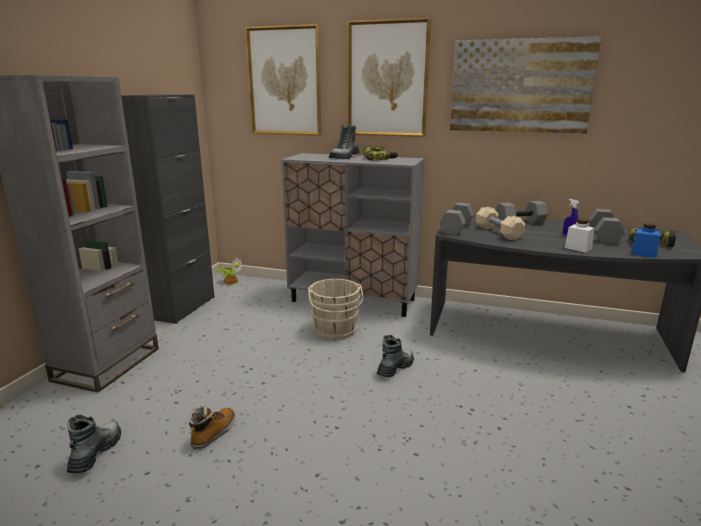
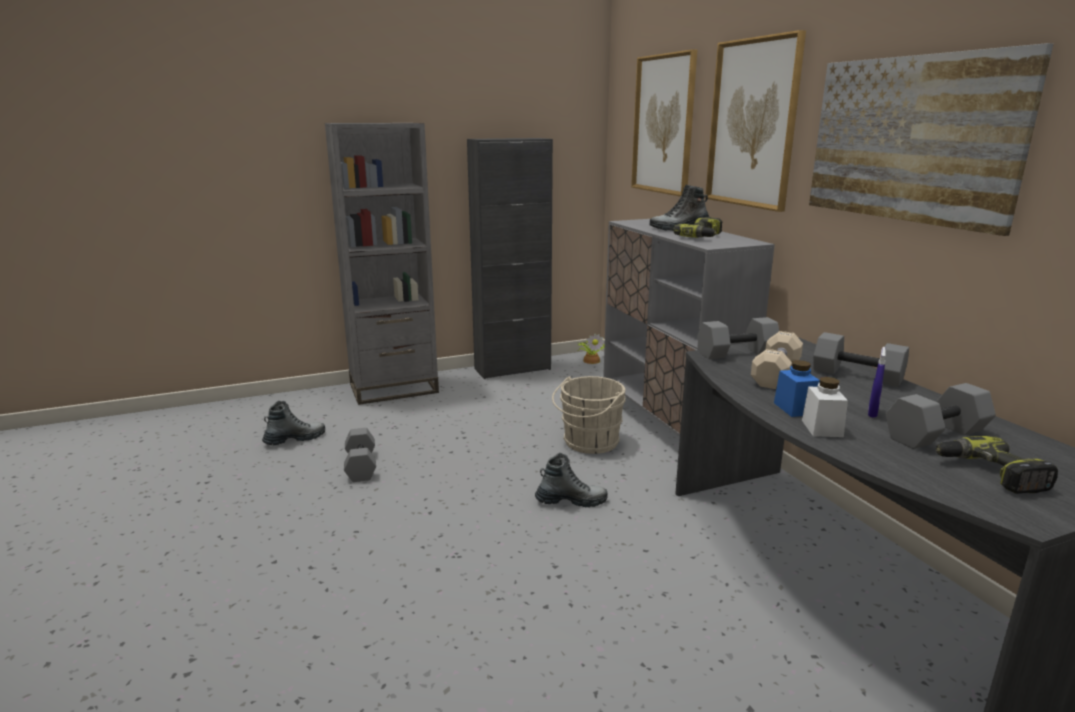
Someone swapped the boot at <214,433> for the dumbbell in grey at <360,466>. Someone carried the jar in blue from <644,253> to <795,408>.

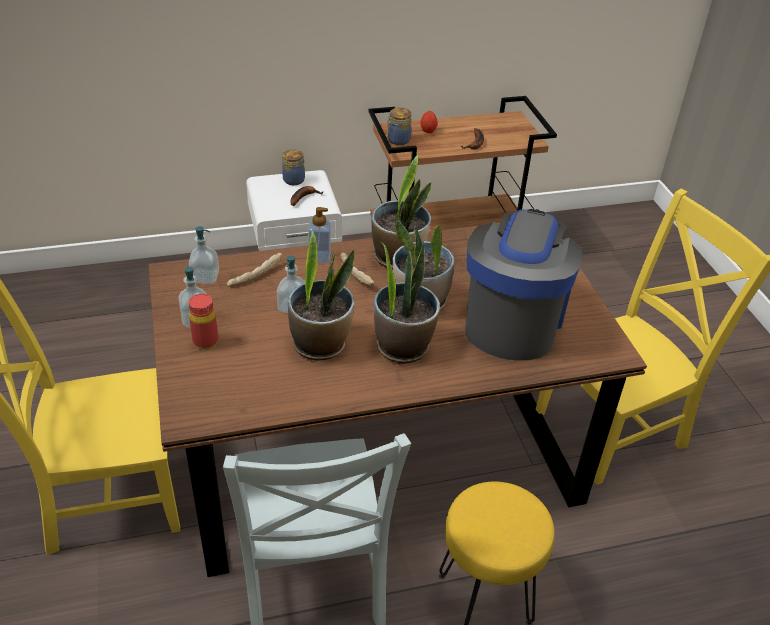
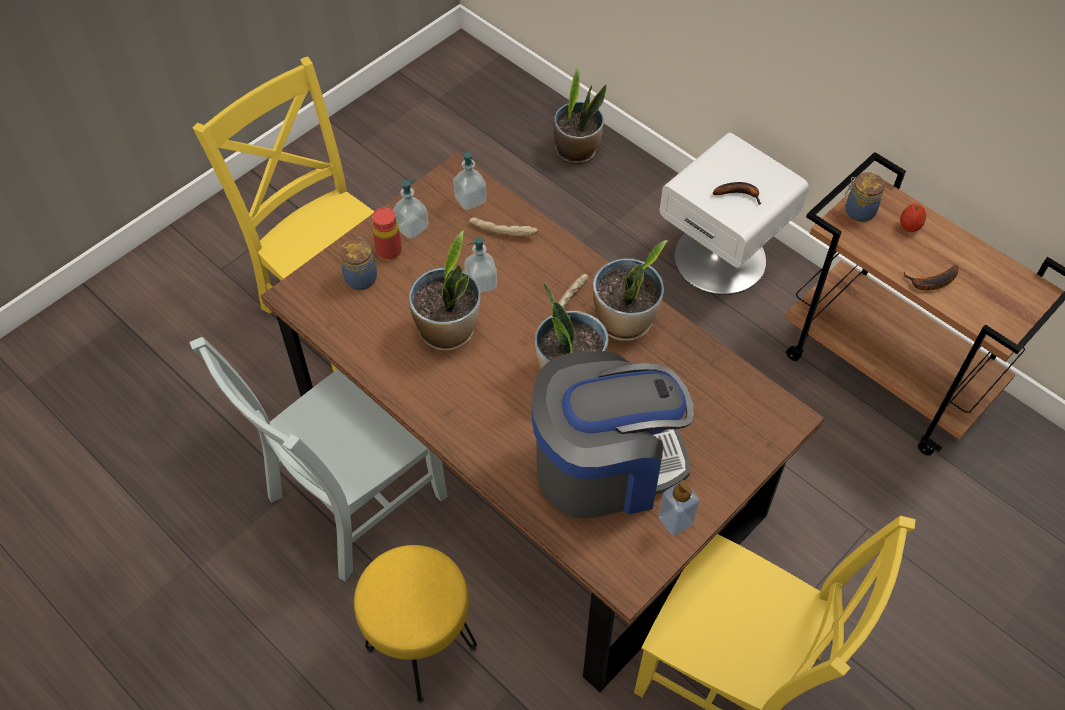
Someone carried the jar from <293,180> to <361,277>. Someone carried the soap dispenser from <319,257> to <675,520>. Someone carried the potted plant from <402,346> to <577,151>.

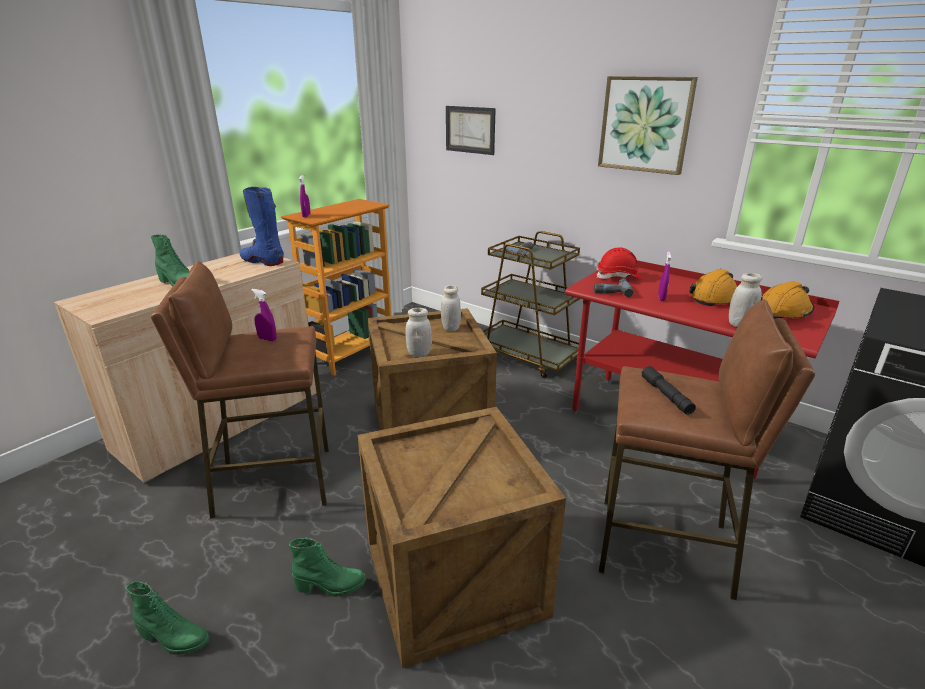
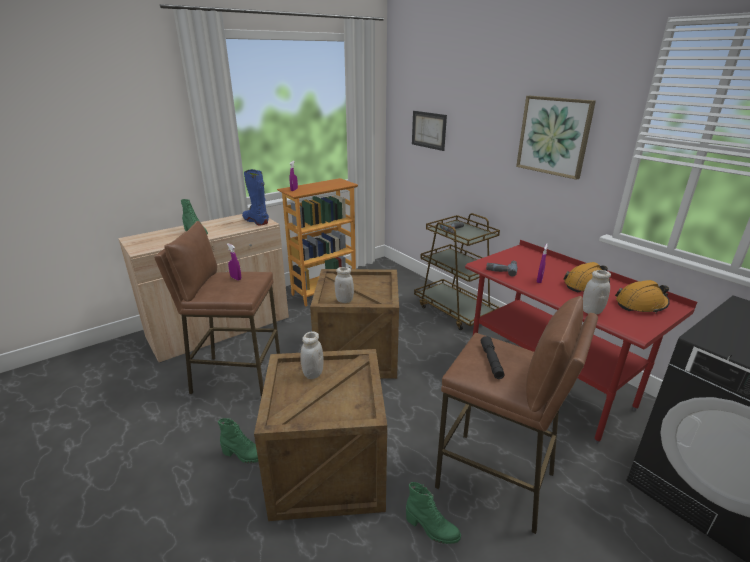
Someone carried the boot in green from <173,639> to <431,529>. Someone carried the jar in white from <451,328> to <313,374>. Someone took away the hard hat in red at <619,277>.

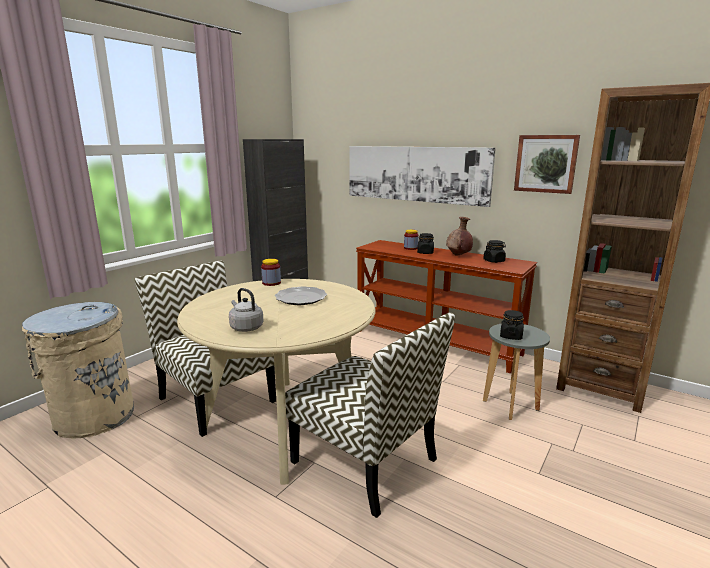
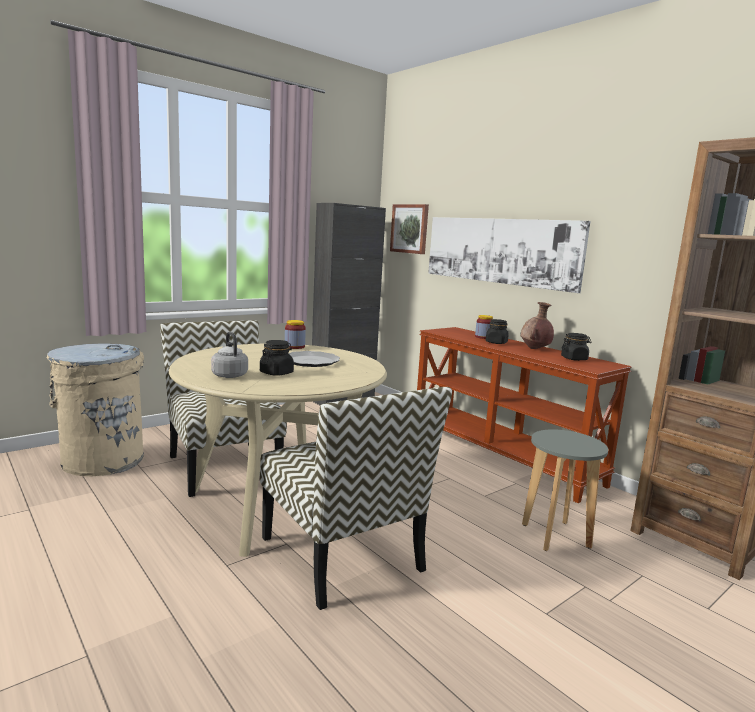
Someone carried the jar in black from <511,336> to <276,373>. Someone carried the picture from <546,163> to <410,228>.

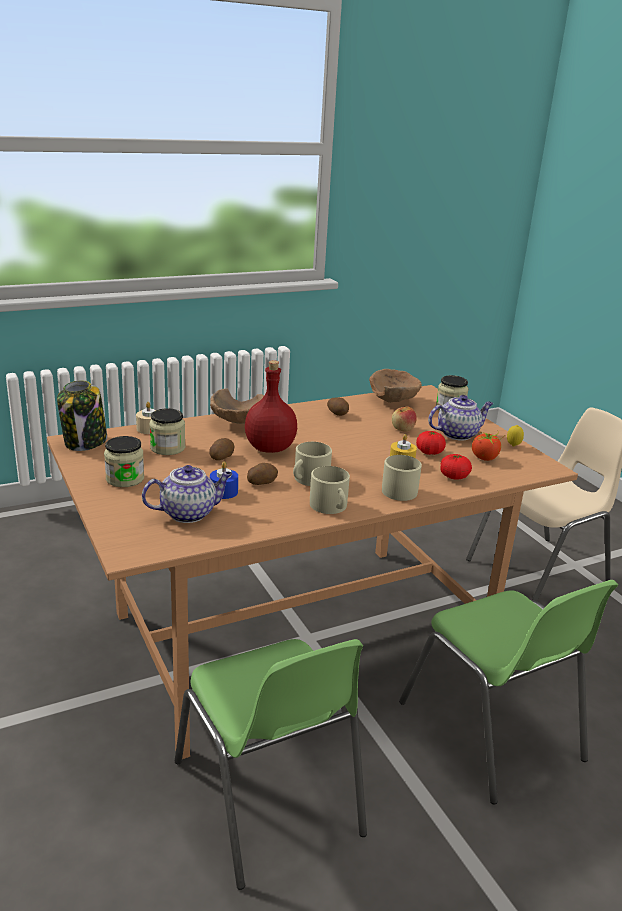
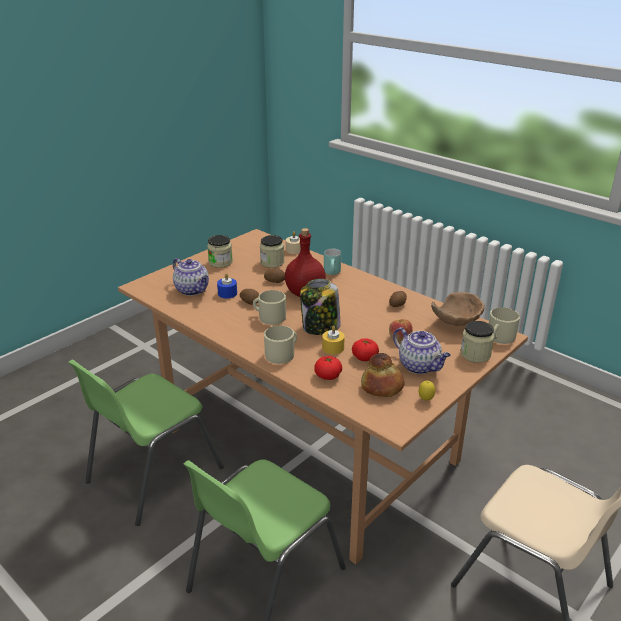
Someone carried the jar from <85,442> to <320,327>. Someone swapped the bowl in brown at <238,424> for the mug in turquoise at <333,273>. Someone carried the mug in beige from <330,507> to <499,337>. Someone swapped the tomato at <484,458> for the bread at <381,387>.

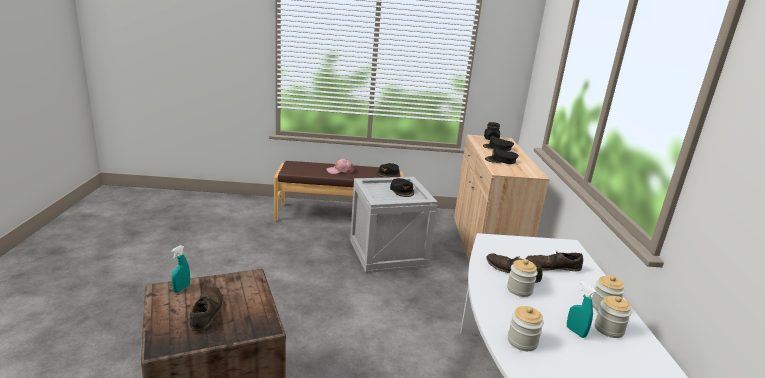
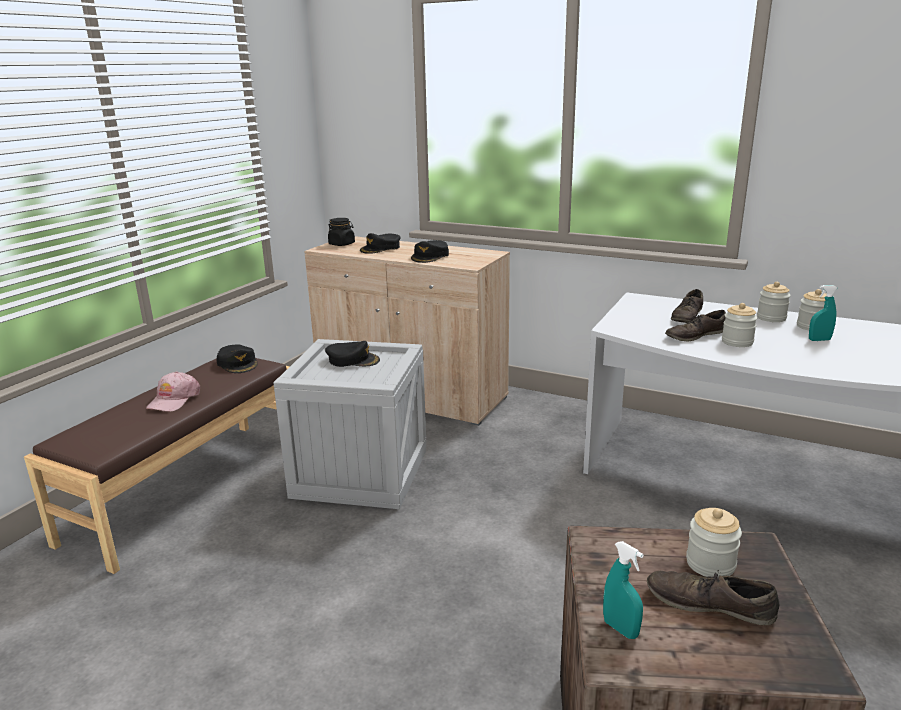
Someone carried the jar from <522,341> to <710,564>.

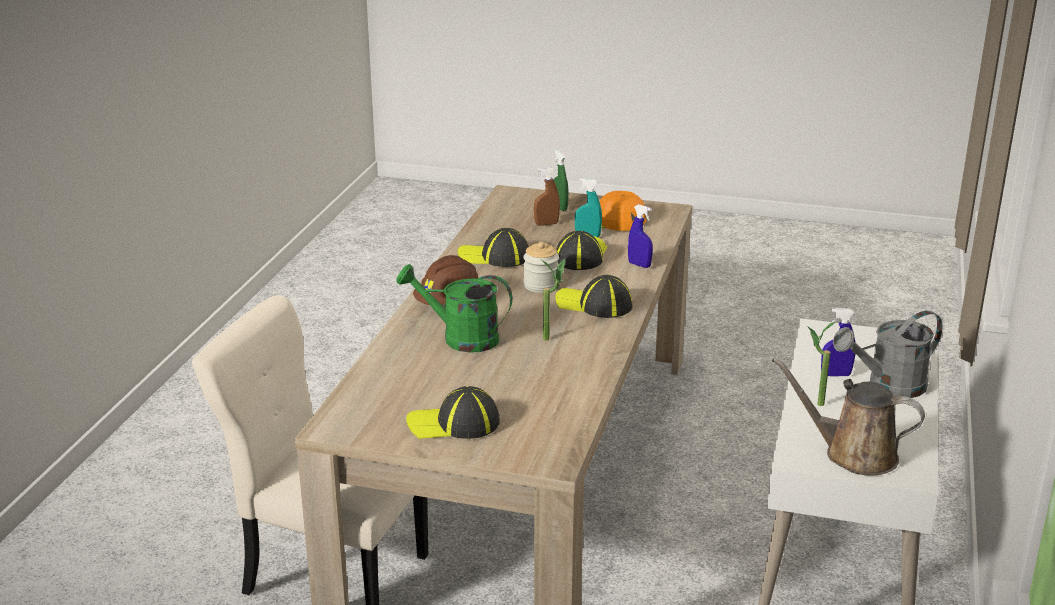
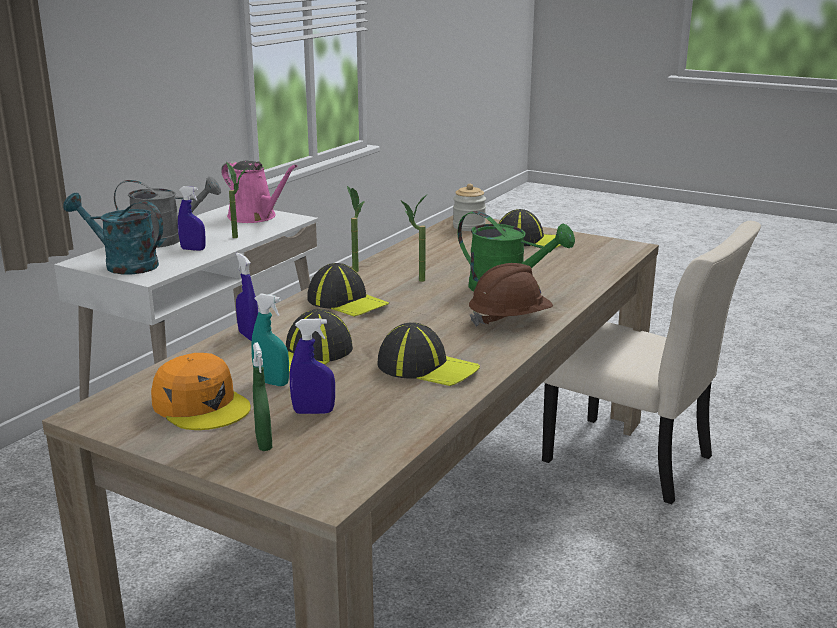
Someone carried the jar from <541,285> to <469,227>. Someone repainted the spray bottle in brown at <546,224>, which became the spray bottle in blue at <313,412>. Someone repainted the watering can in brown at <853,454>, which became the watering can in pink at <255,217>. Someone put down the watering can in turquoise at <123,265>. Someone put down the potted plant at <355,269>.

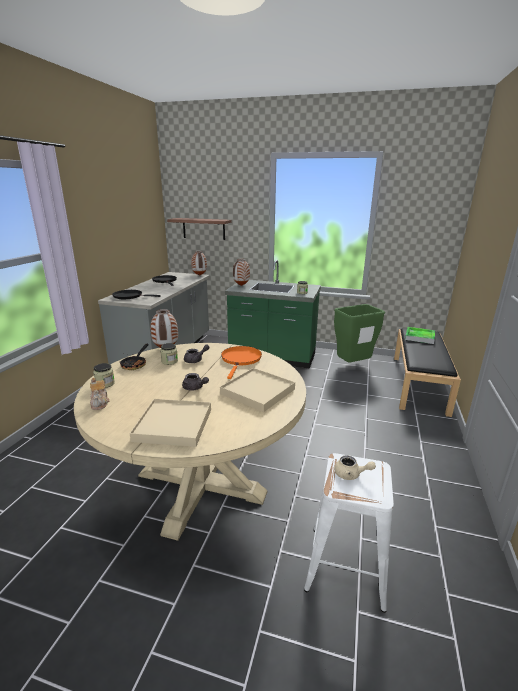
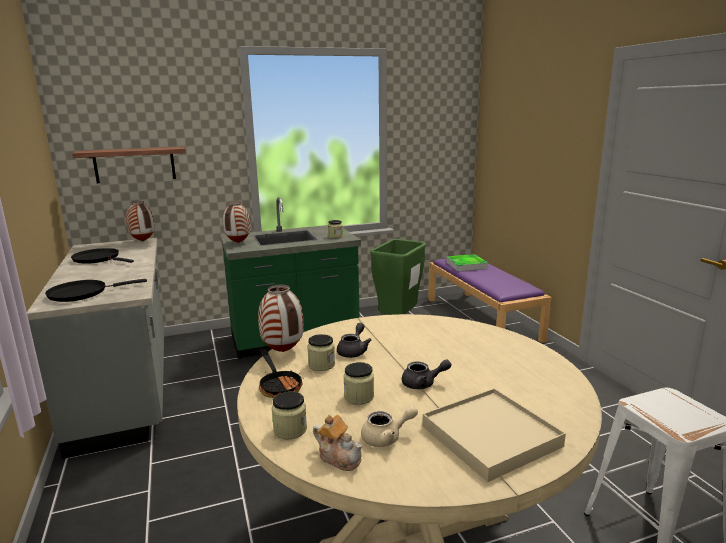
Someone took away the tray in beige at <258,392>. Someone took away the frying pan in orange at <241,360>. Someone carried the teapot in beige from <351,474> to <387,437>. Someone repainted the bench in black at <419,383>, which became the bench in purple at <482,319>. Someone put down the jar at <359,397>.

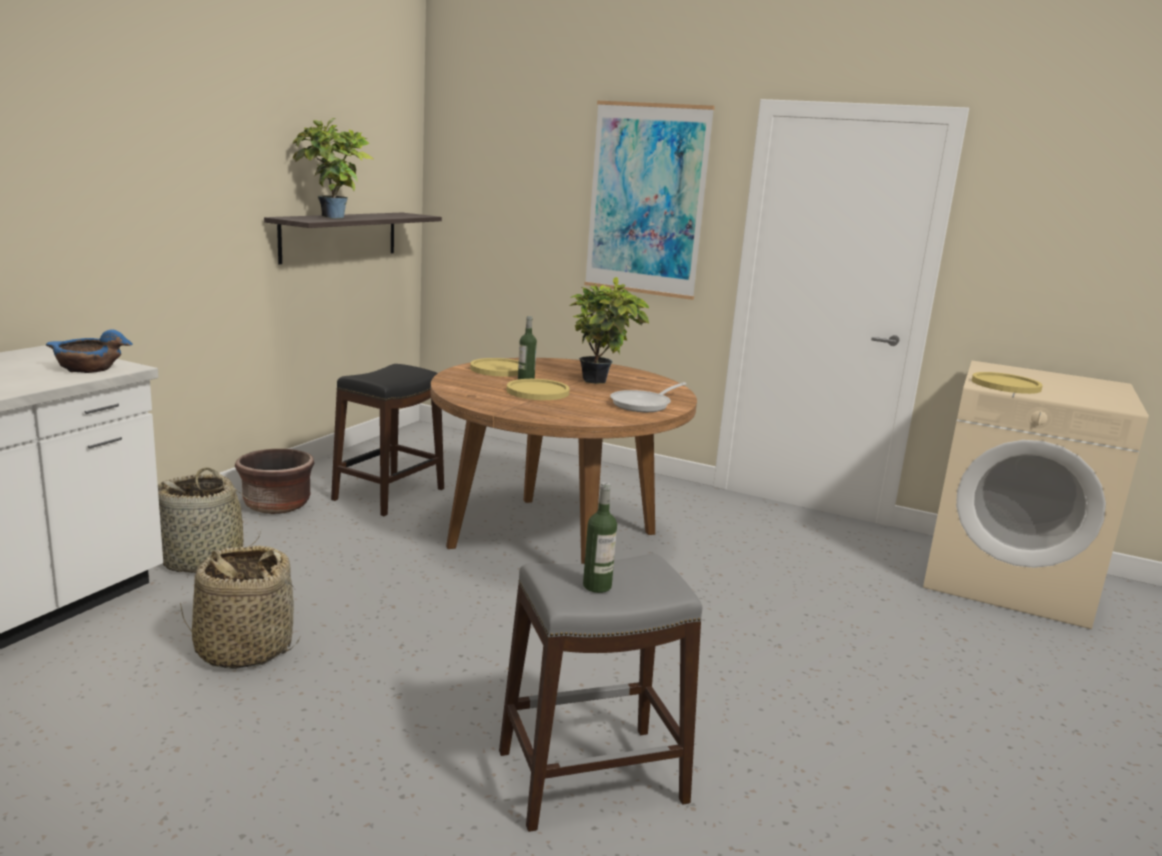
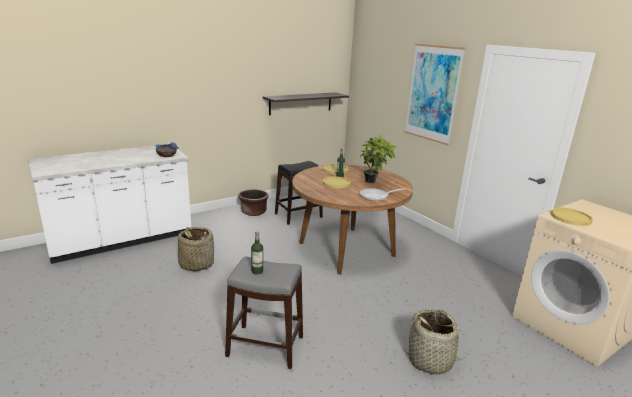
Someone carried the basket from <203,559> to <430,360>. Someone took away the potted plant at <332,218>.

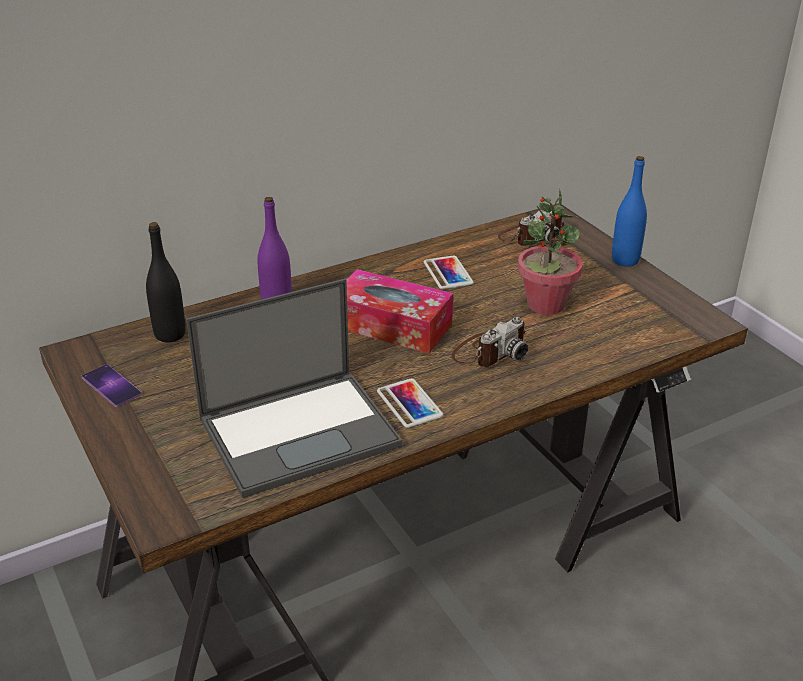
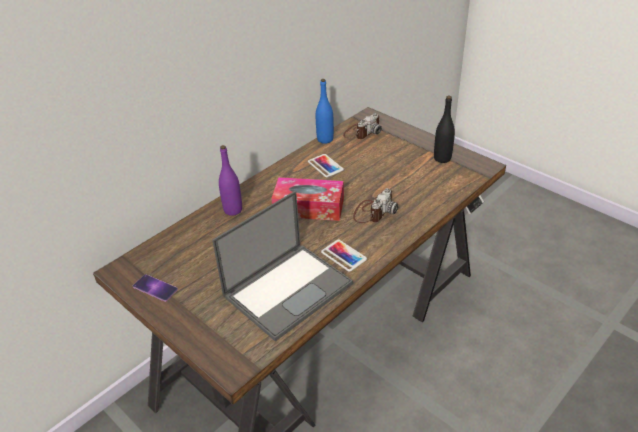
Someone carried the bottle in black from <170,334> to <442,158>. Someone took away the potted plant at <545,304>. Someone carried the bottle in blue from <625,260> to <325,139>.

